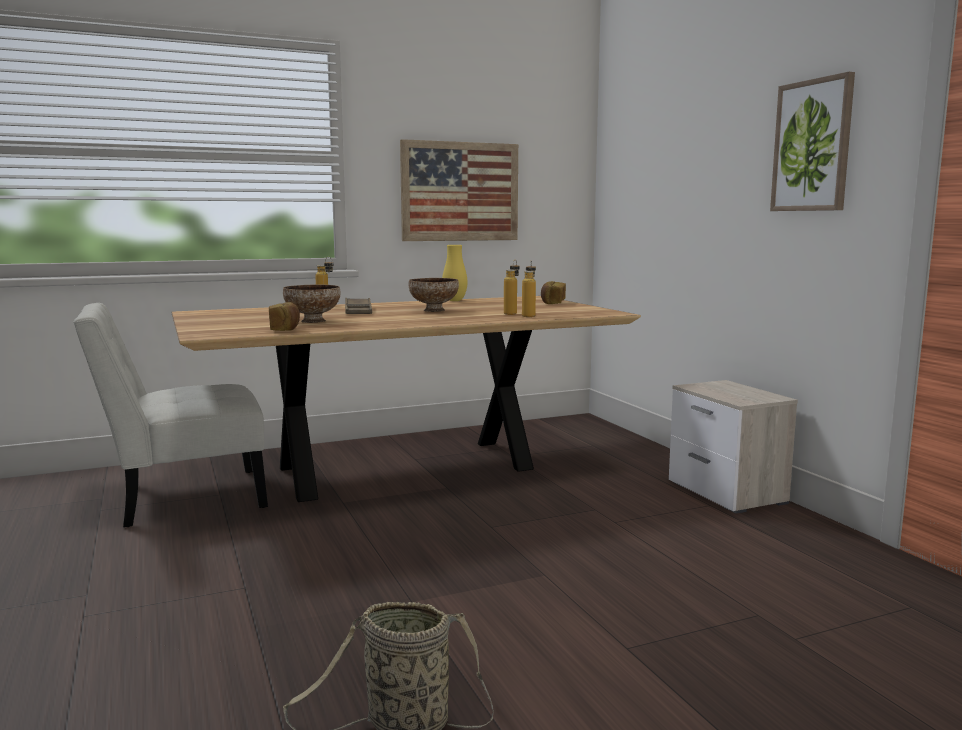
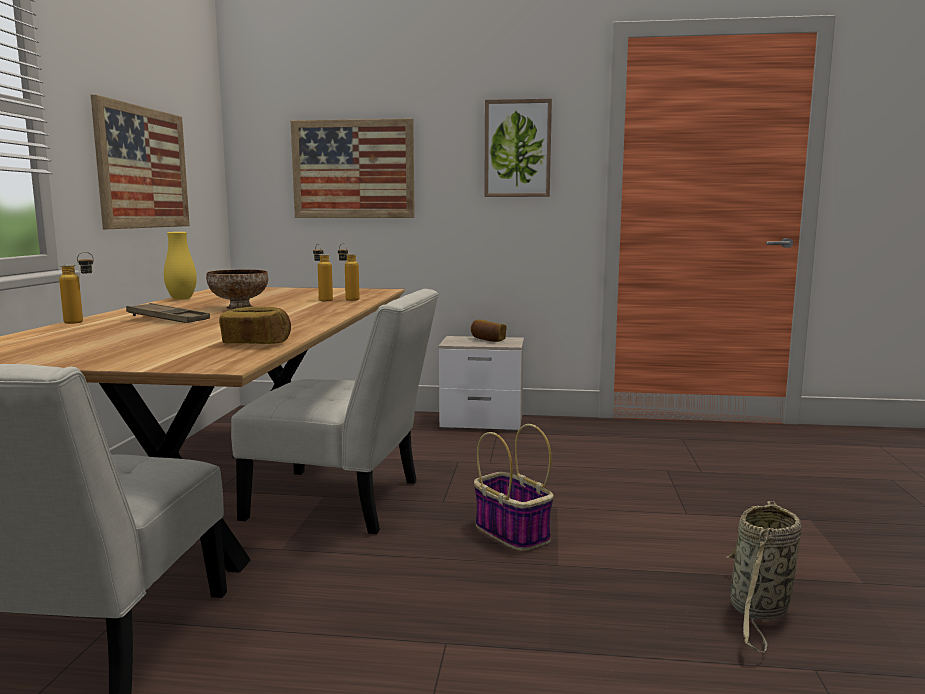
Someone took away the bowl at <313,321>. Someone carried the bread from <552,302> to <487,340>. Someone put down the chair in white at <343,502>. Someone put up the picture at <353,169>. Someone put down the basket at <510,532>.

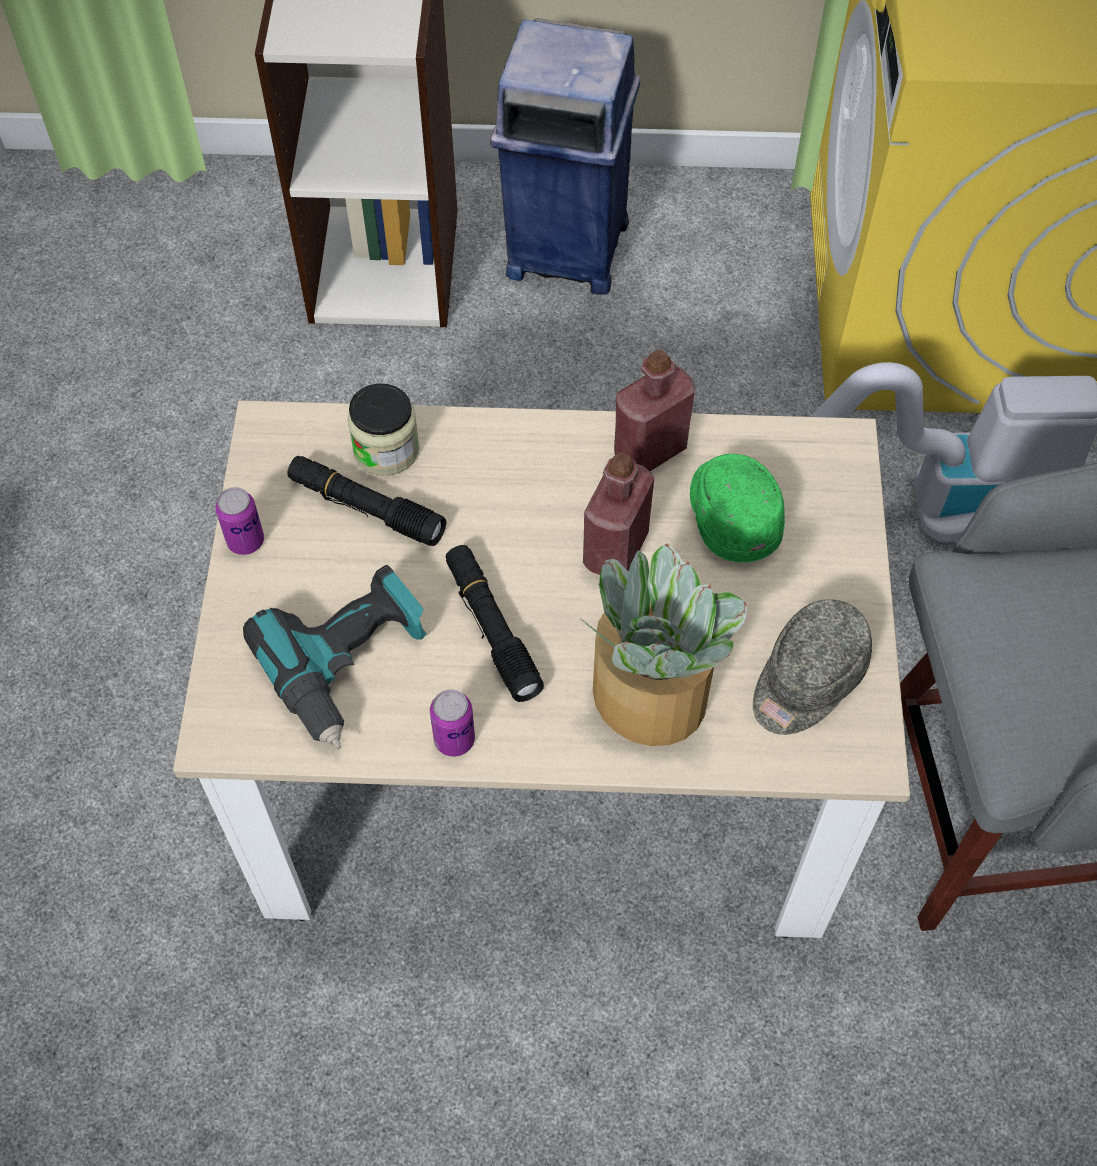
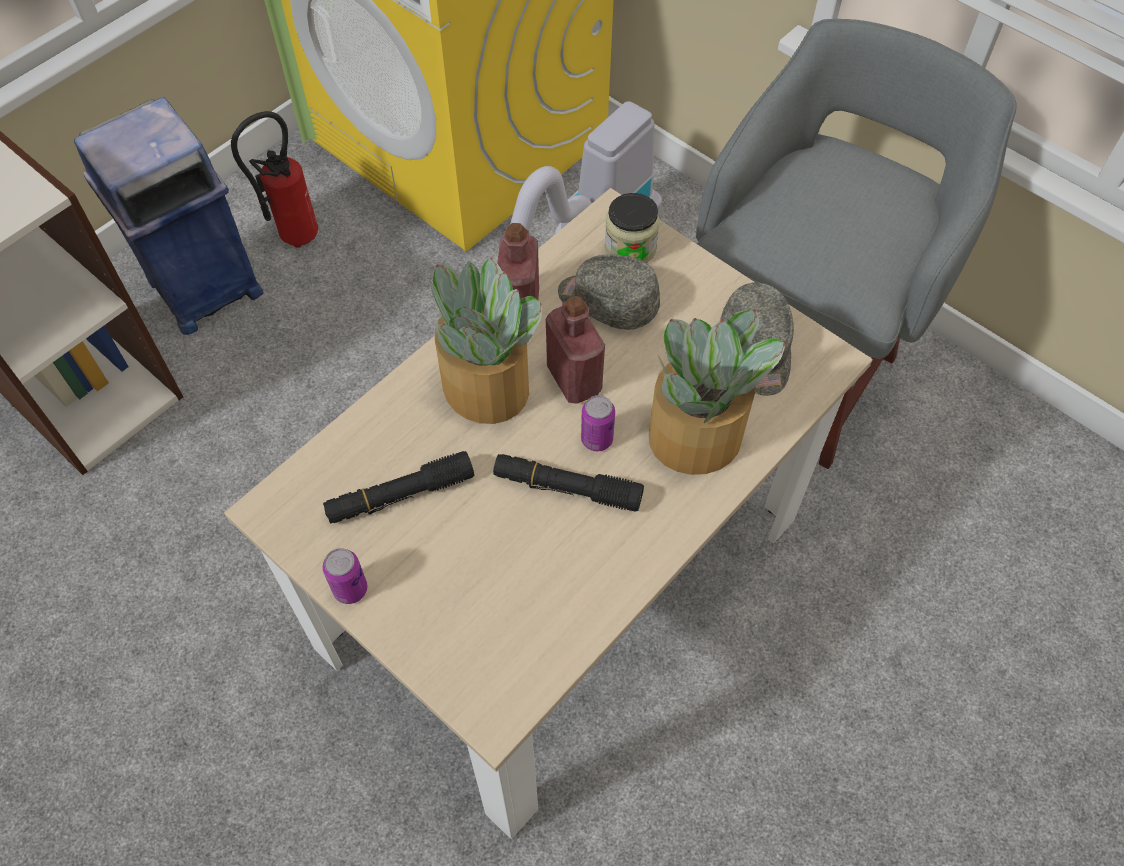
Someone took away the power drill at <350,664>. Someone carried the jar from <386,450> to <630,248>. Someone carried the can from <454,740> to <597,439>. Someone repainted the cap in green at <731,514>, which became the cap in grey at <607,302>. Someone put down the fire extinguisher at <293,238>. Someone put down the potted plant at <487,388>.

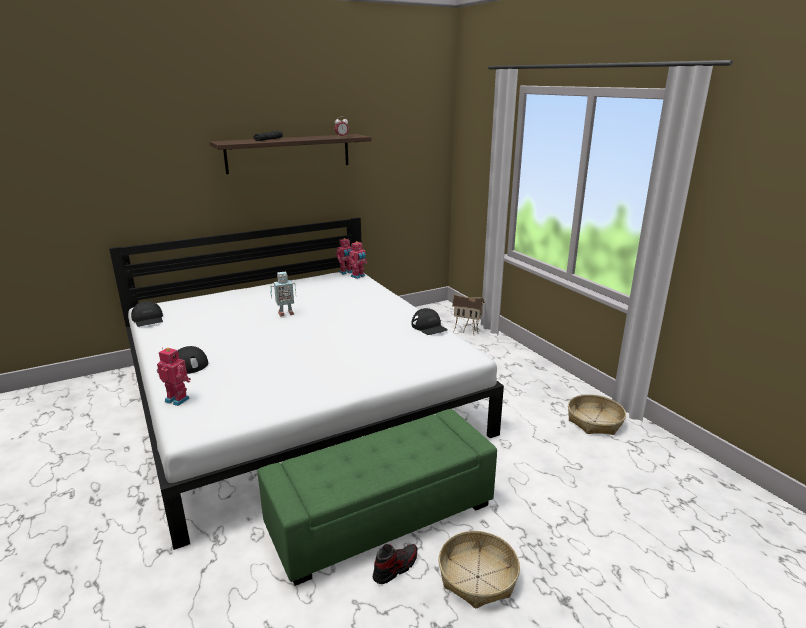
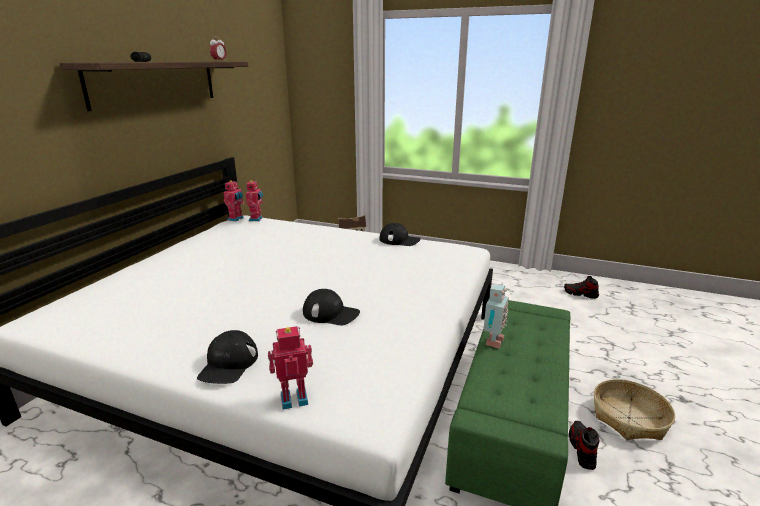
Someone carried the cap in black from <148,319> to <331,313>. Someone carried the toy robot from <285,313> to <492,341>. Someone took away the basket at <594,421>. Someone put down the shoe at <580,294>.

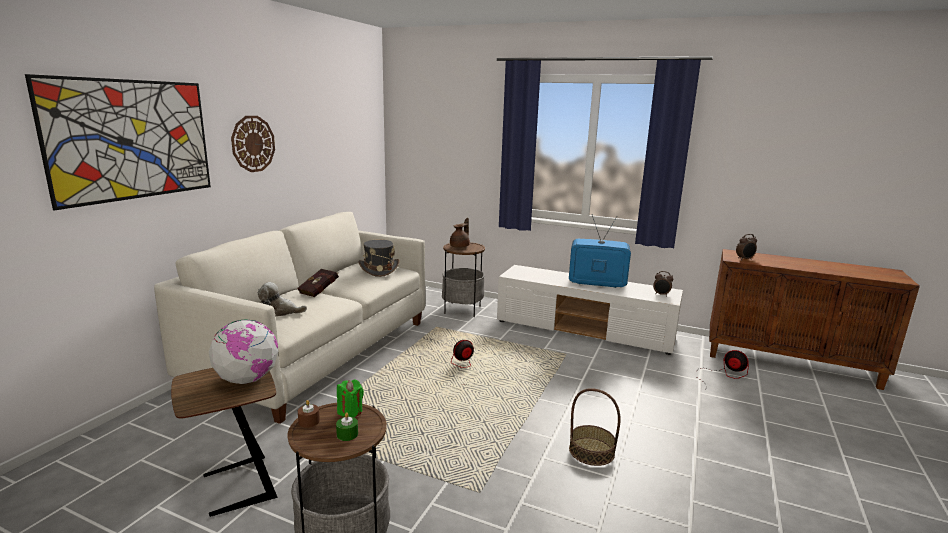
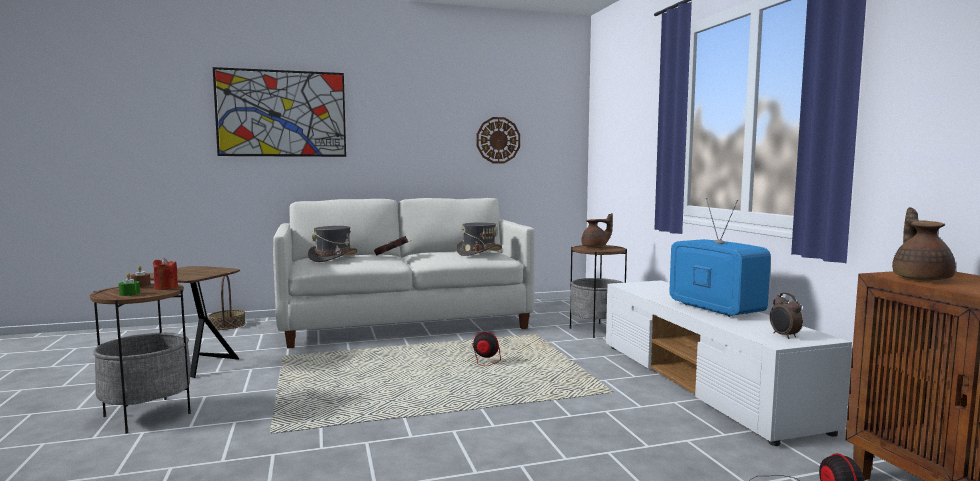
Someone took away the globe at <247,379>. Someone carried the wall clock from <253,144> to <498,140>. Someone swapped the plush toy at <280,312> for the hat in grey at <333,258>. Someone repainted the candle in green at <350,411>, which became the candle in red at <166,288>. Someone carried the basket from <591,451> to <227,325>. Someone swapped the alarm clock at <744,259> for the teapot in brown at <921,278>.

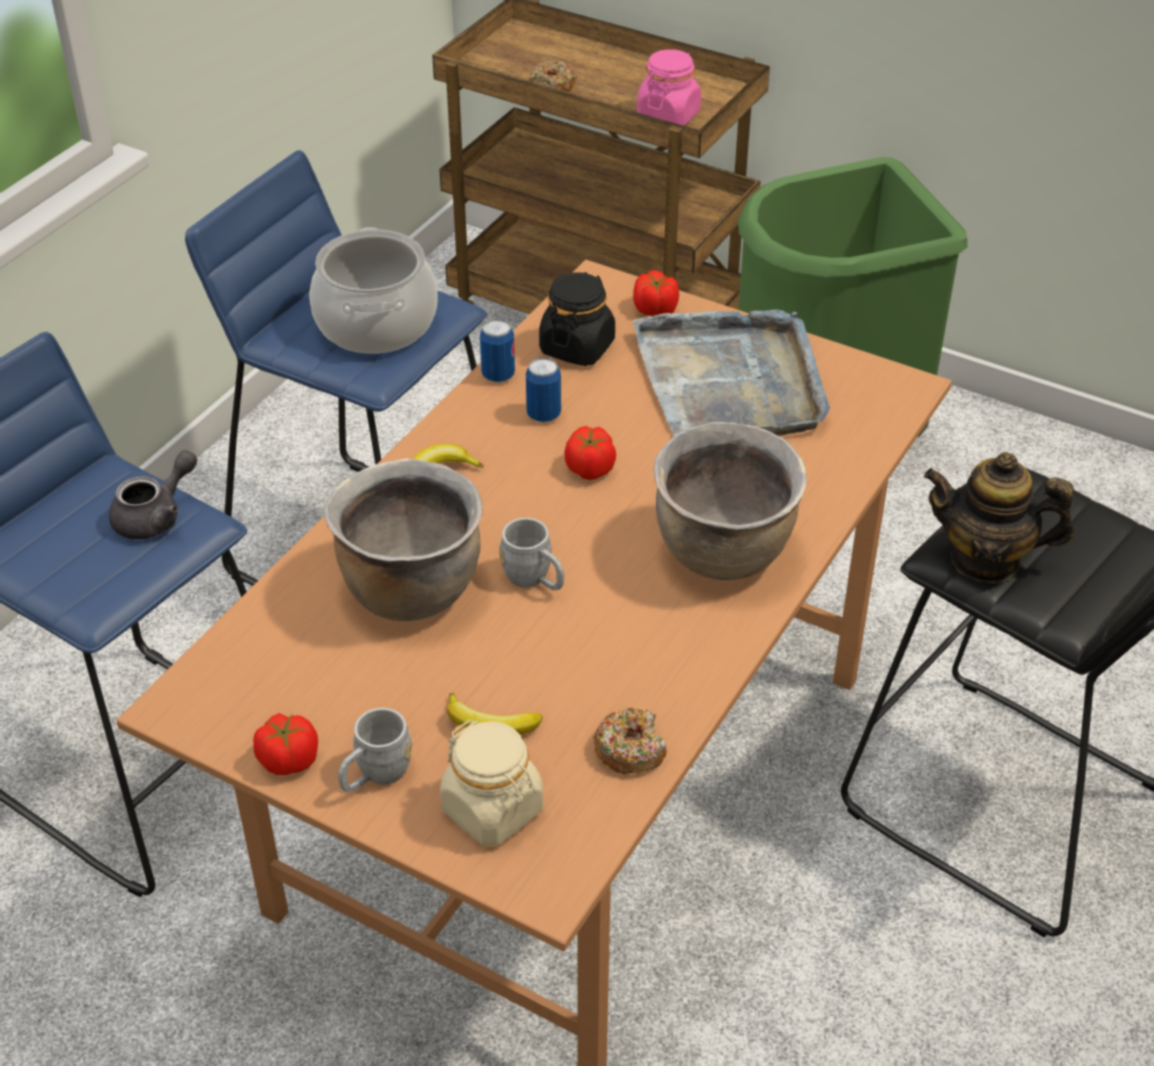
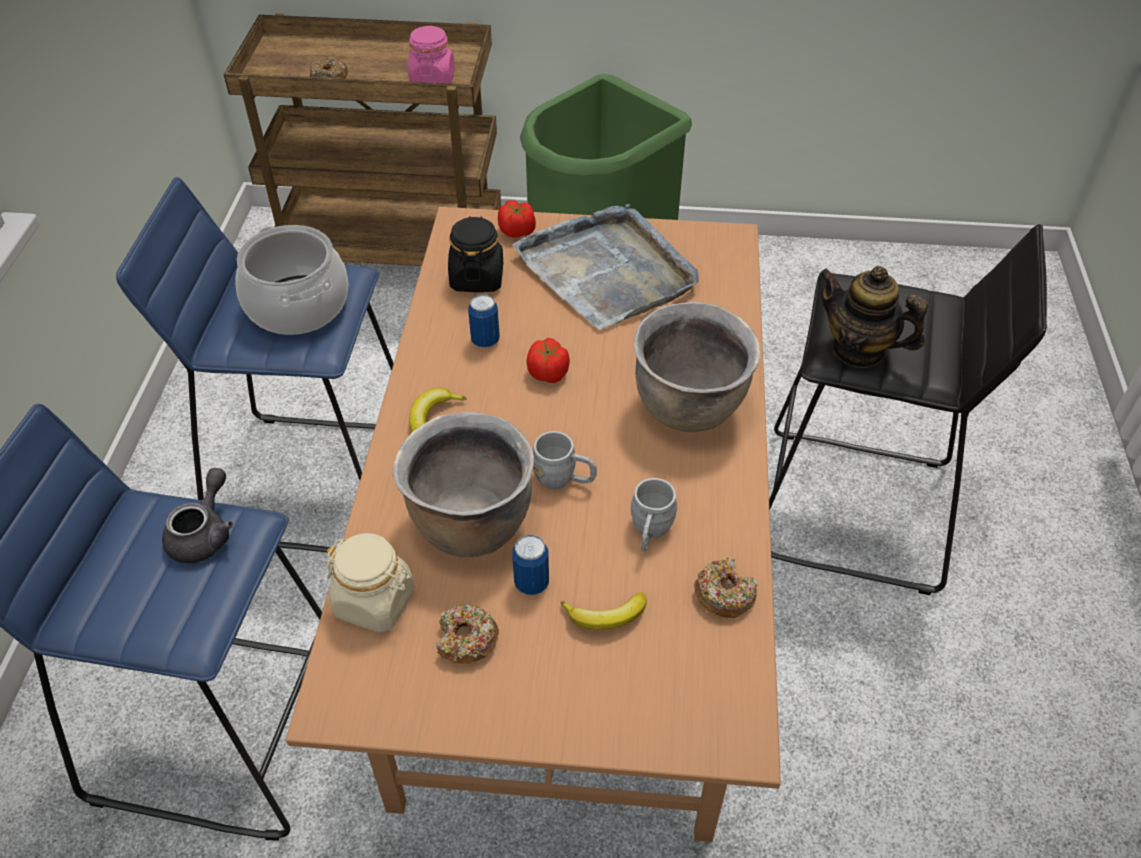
Someone took away the tomato at <288,760>. Someone carried the mug in grey from <375,776> to <649,532>. Someone carried the jar in beige from <493,810> to <375,602>. Someone carried the can from <498,375> to <531,583>. Someone rotated the teapot at <985,559> by 45 degrees clockwise. Someone put down the donut at <466,640>.

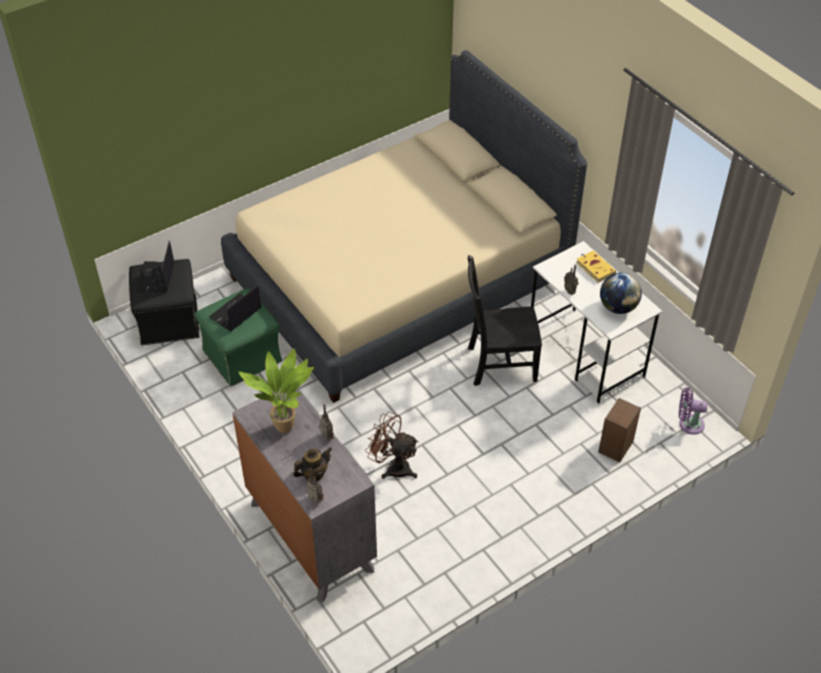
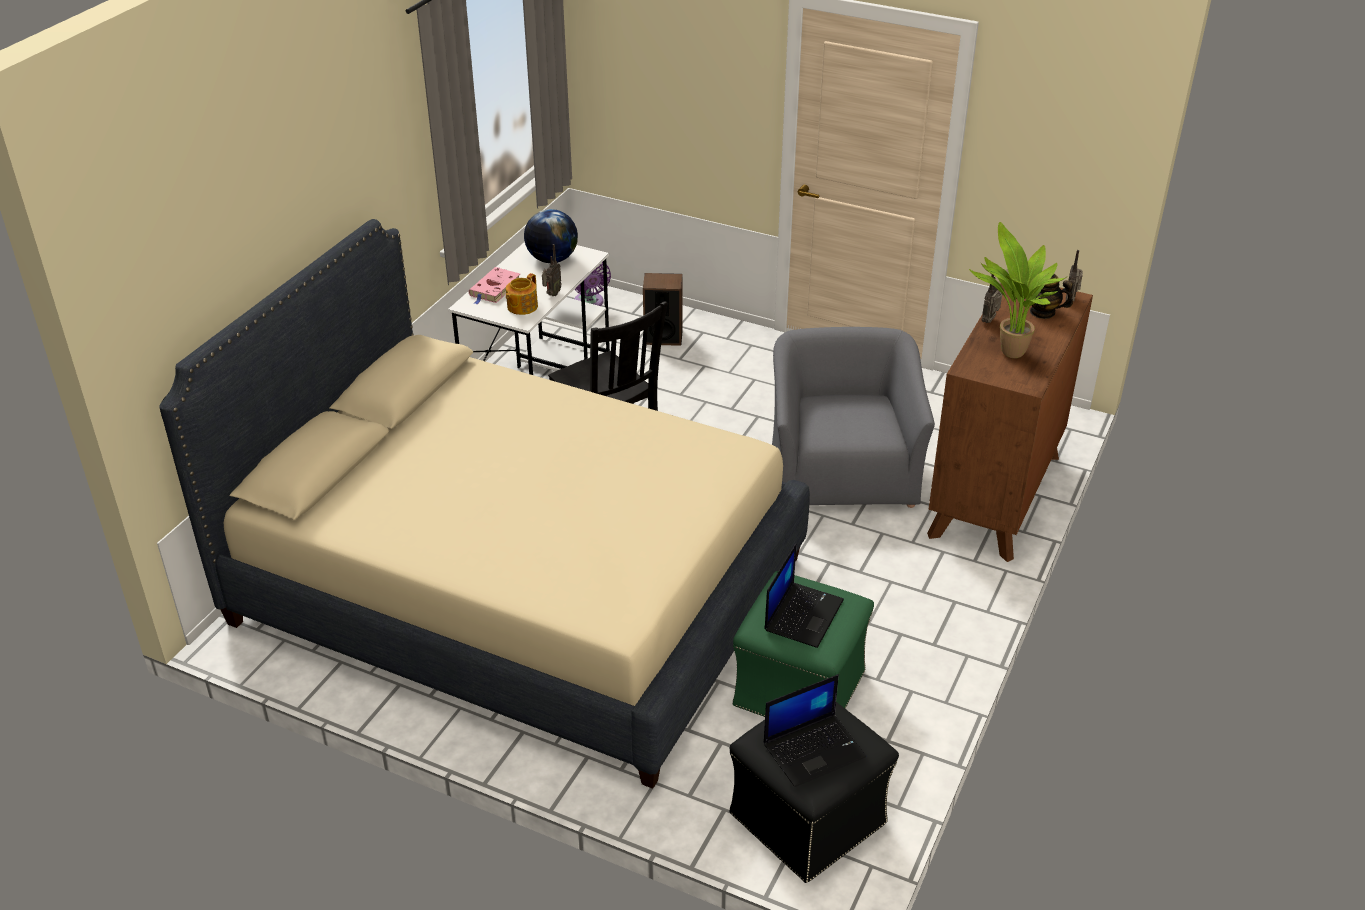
Someone rotated the laptop at <235,313> by 75 degrees counterclockwise. Someone repainted the dresser in grey at <311,536>, which became the dresser in brown at <995,495>. Someone swapped the fan in brown at <393,467> for the armchair in grey at <841,472>. Someone repainted the book in yellow at <594,267>, which became the book in pink at <494,289>. Someone put down the teapot at <521,307>.

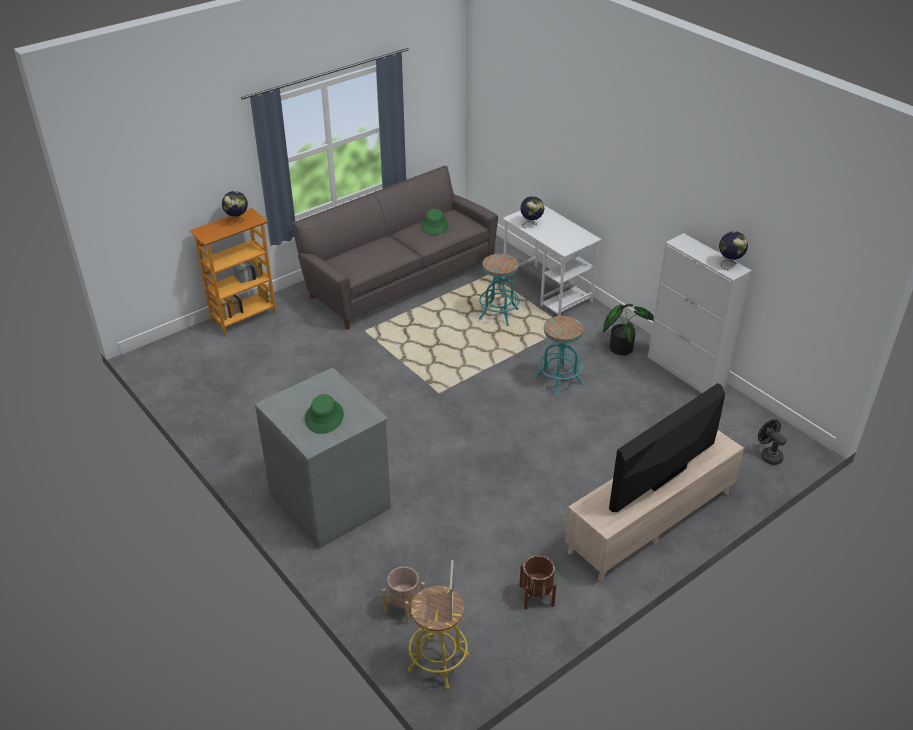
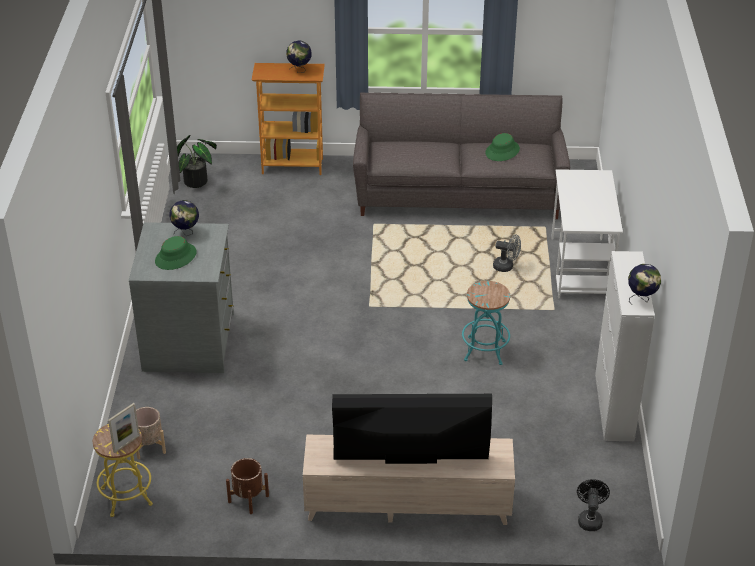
Someone swapped the stool in turquoise at <498,314> for the fan in grey at <506,267>. Someone carried the globe from <531,224> to <186,233>. Someone carried the potted plant from <622,347> to <198,181>.

